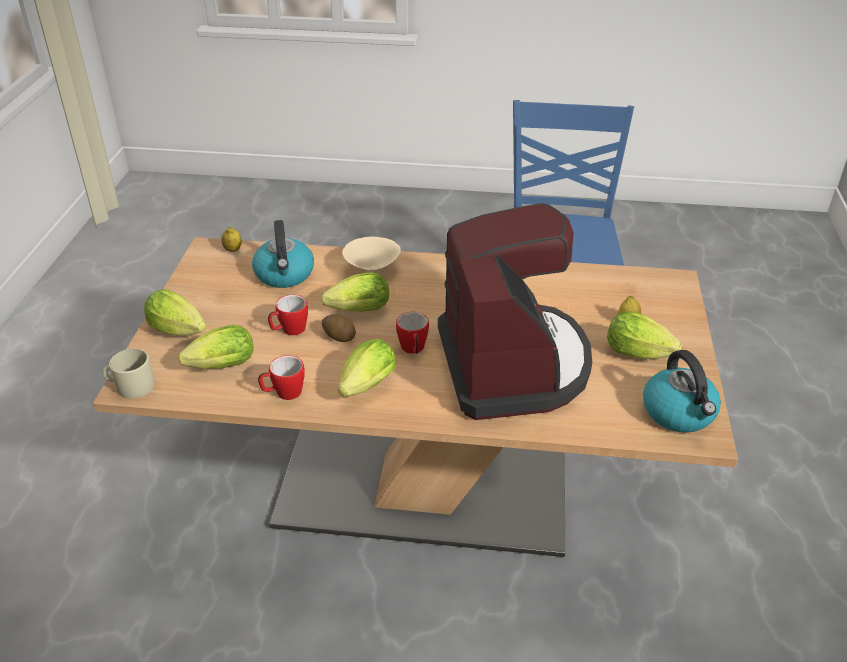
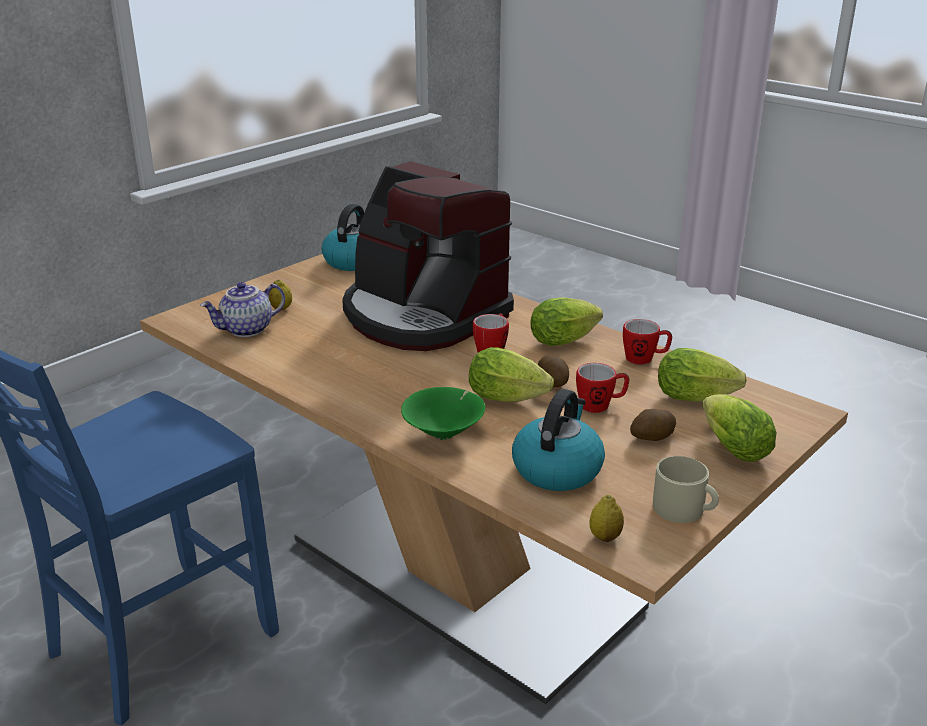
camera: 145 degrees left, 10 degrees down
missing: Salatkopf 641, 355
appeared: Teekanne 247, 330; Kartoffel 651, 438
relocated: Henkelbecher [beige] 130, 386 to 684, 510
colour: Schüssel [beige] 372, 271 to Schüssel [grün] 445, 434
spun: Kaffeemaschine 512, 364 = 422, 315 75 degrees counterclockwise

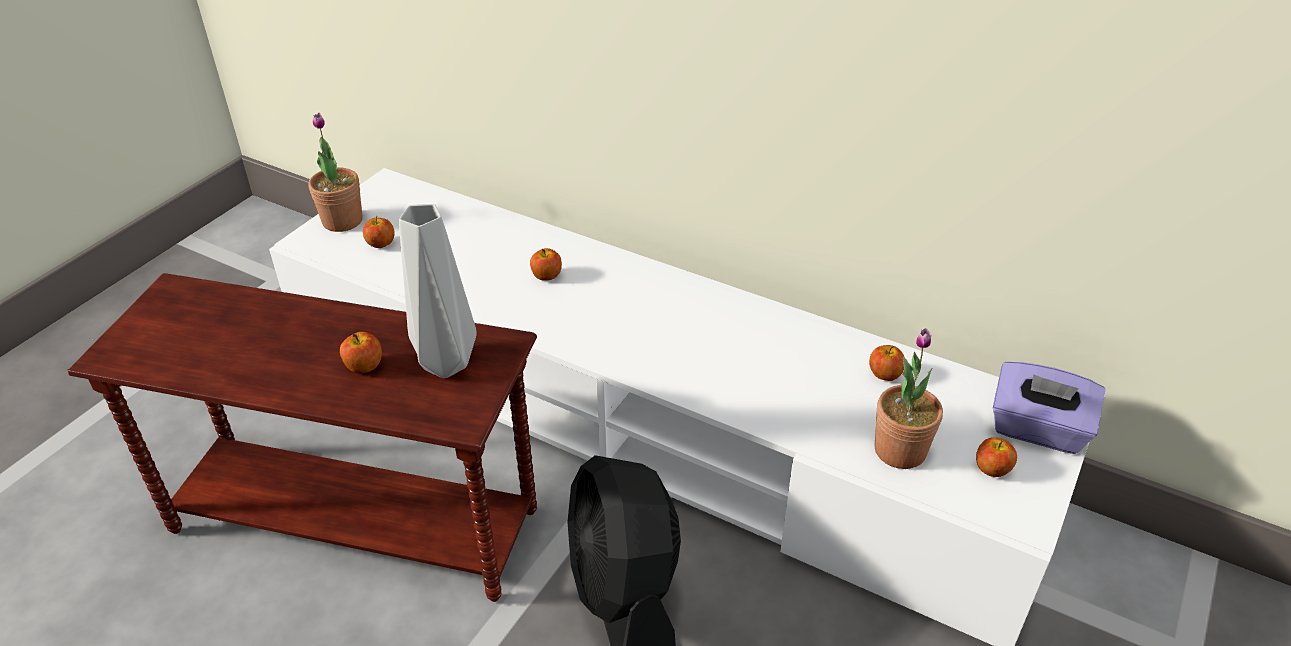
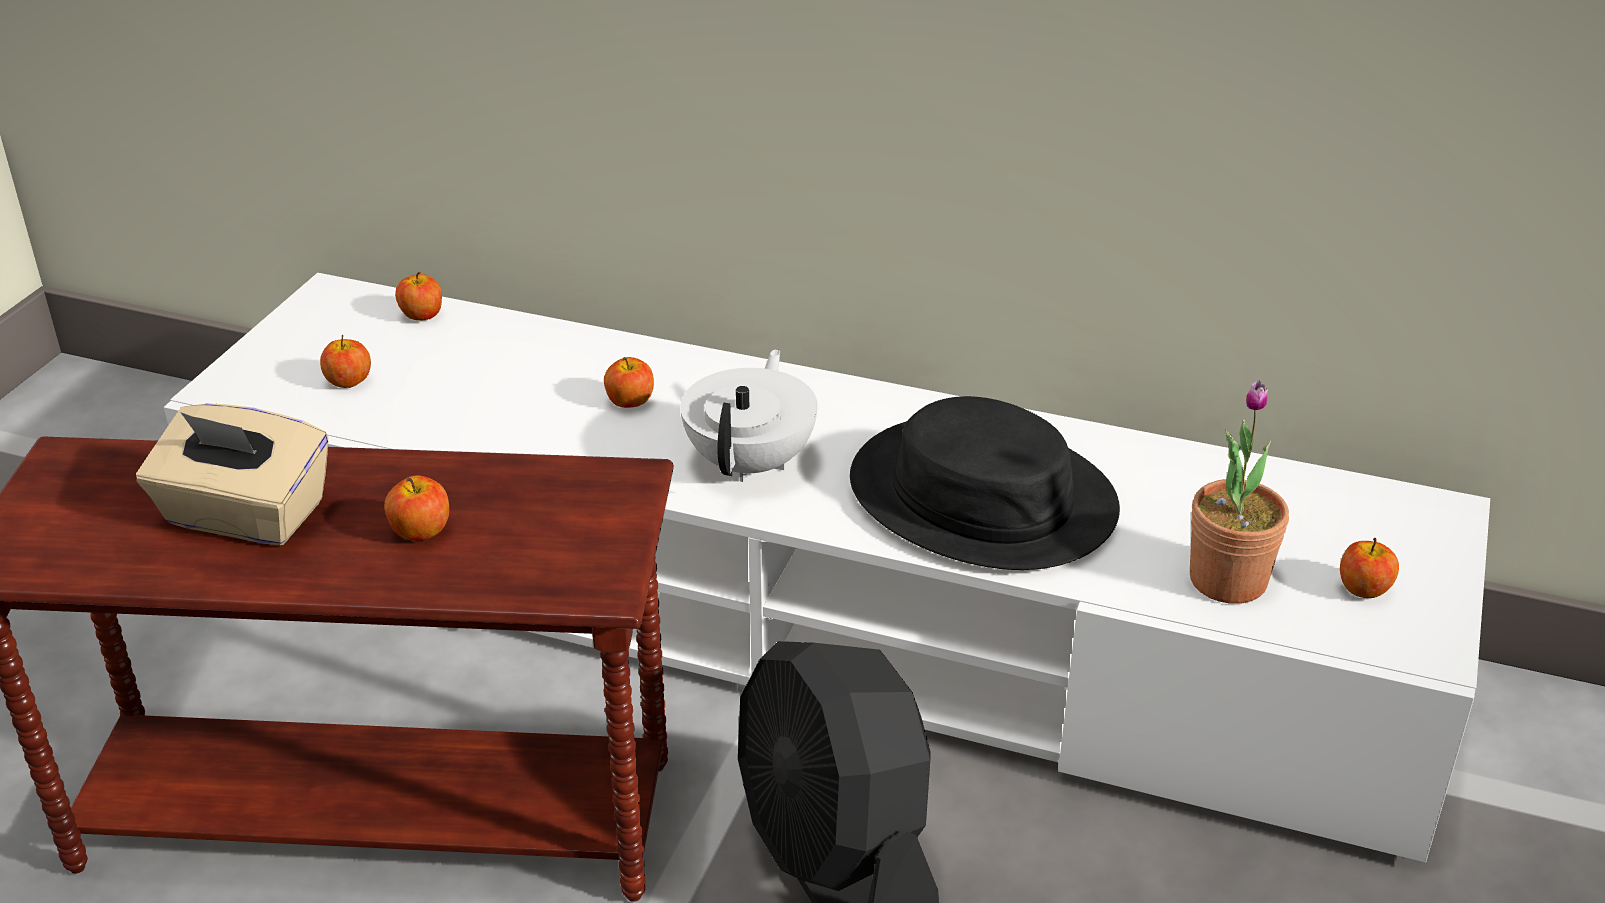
camera: 10 degrees left, 5 degrees down
missing: Topfpflanze 342, 221; Vase [grau] 443, 363; Taschentuchbox [lila] 1037, 430
appeared: Teekanne [weiß] 752, 462; Hut [schwarz] 983, 497; Taschentuchbox [beige] 244, 515
relocated: Apfel 884, 374 to 421, 315

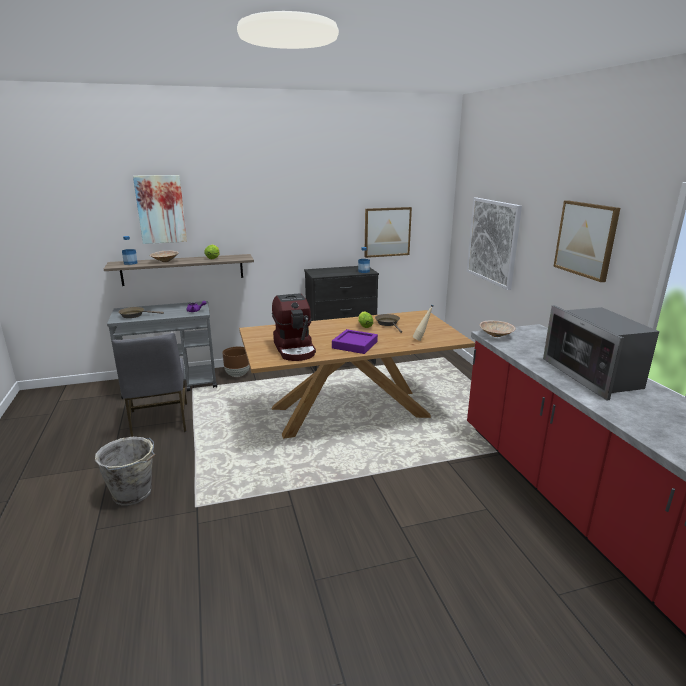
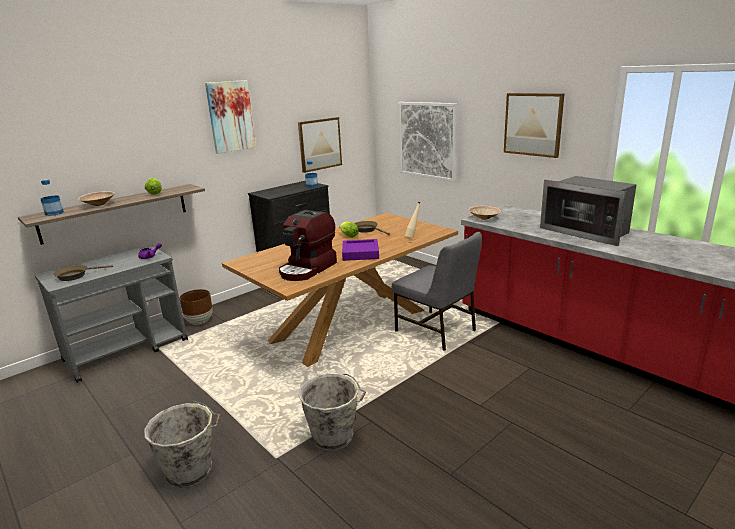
camera: 25 degrees left, 0 degrees up
appeared: Eimer [grau] 334, 437
relocated: Bild 161, 209 to 230, 116; Stuhl [grau] 159, 421 to 437, 331
spun: Kaffeemaschine 295, 349 = 308, 269 75 degrees clockwise

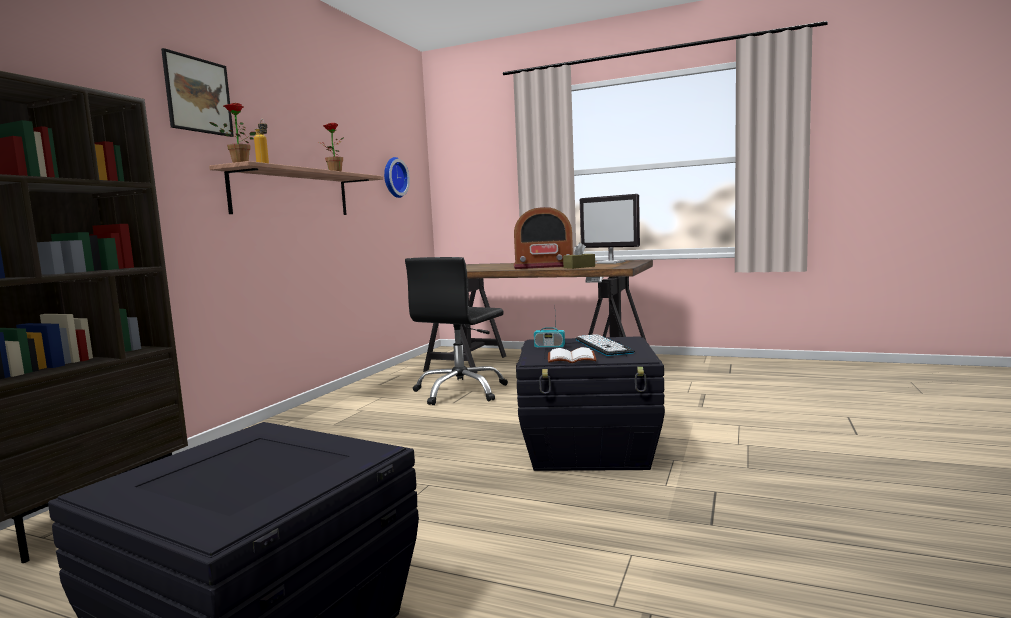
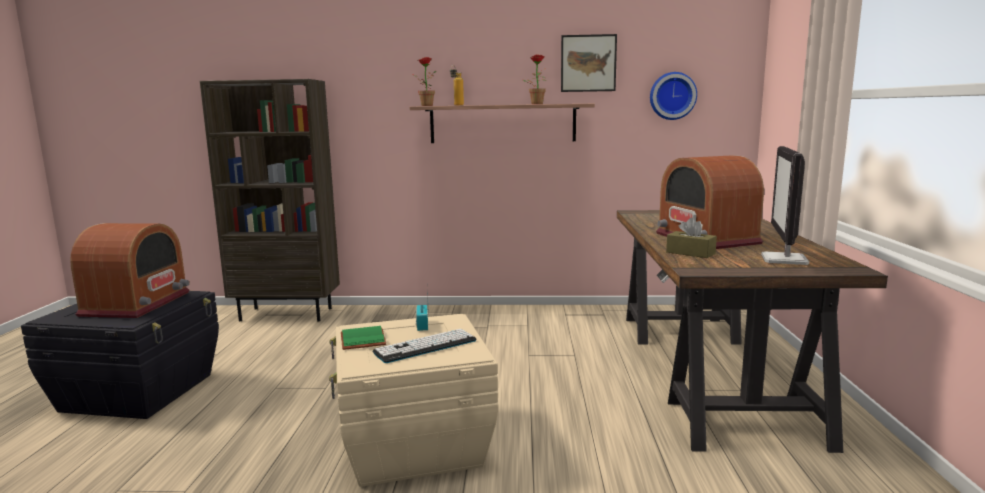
camera: 70 degrees right, 5 degrees up
missing: Bürostuhl [schwarz] 461, 392
appeared: Radio 137, 303
relocated: Bild 198, 95 to 588, 63
colour: Aufbewahrungsbox [schwarz] 590, 449 to Aufbewahrungsbox [beige] 413, 445; Buch [weiß] 570, 359 to Buch [grün] 361, 339

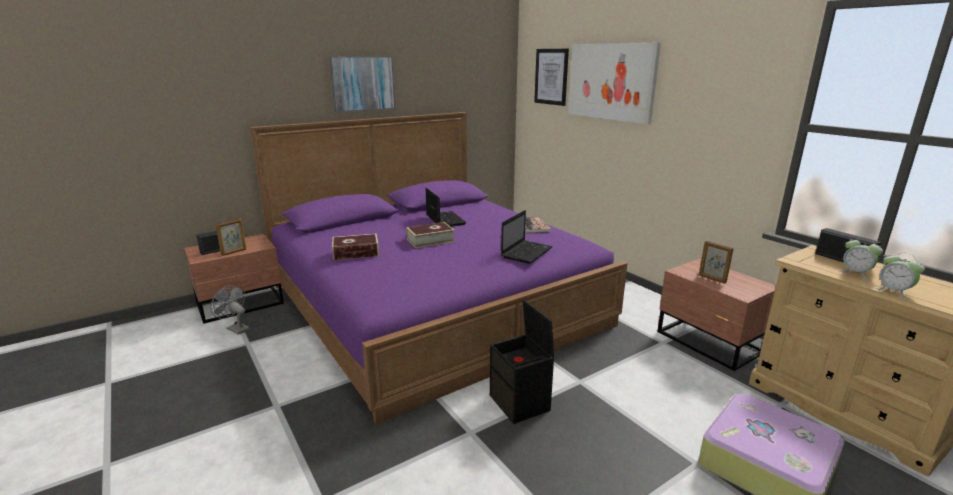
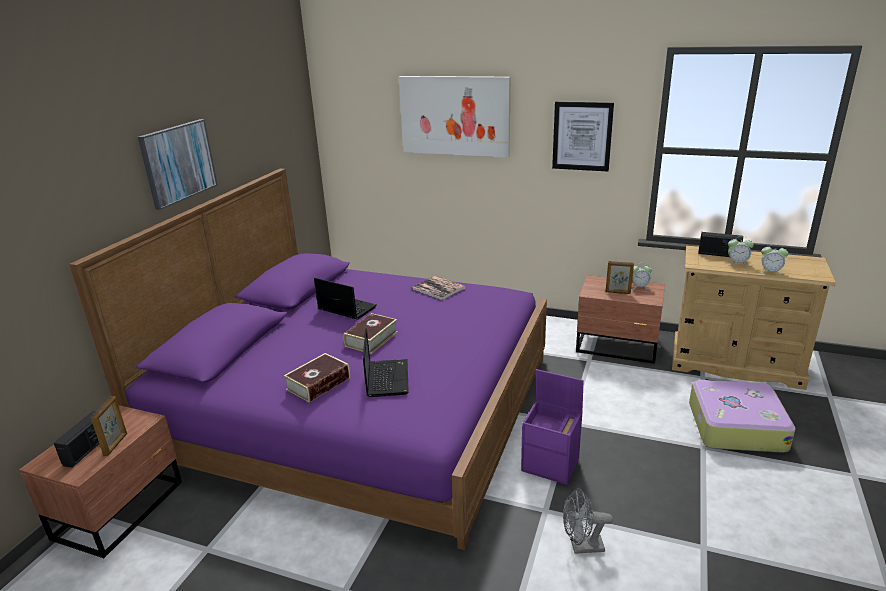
camera: 35 degrees left, 5 degrees up
appeared: Wecker 639, 287
relocated: Bild 551, 76 to 582, 136; Laptop 527, 252 to 387, 378; Ventilator [grau] 235, 328 to 582, 547
colour: Aufbewahrungsbox [schwarz] 520, 403 to Aufbewahrungsbox [lila] 551, 464

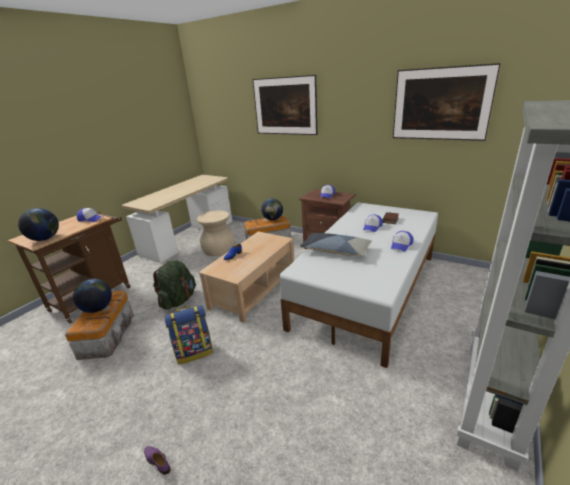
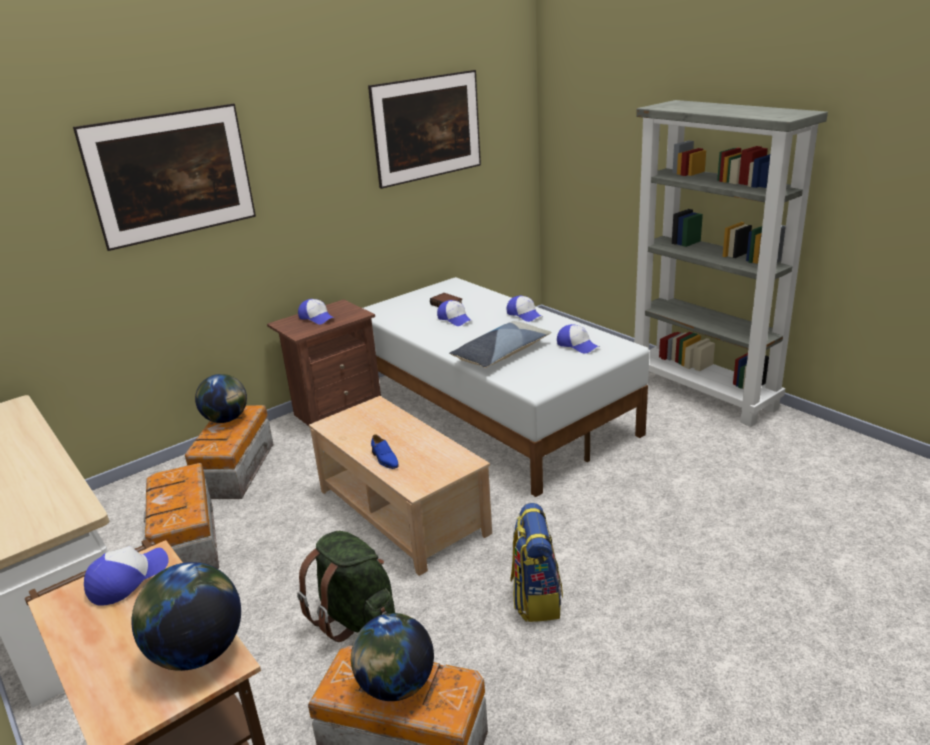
camera: 70 degrees left, 0 degrees up
missing: Schuh [lila] 157, 461
appeared: Kappe 577, 345
exchanged: Hocker [beige] 219, 249 to Aufbewahrungsbox 187, 543

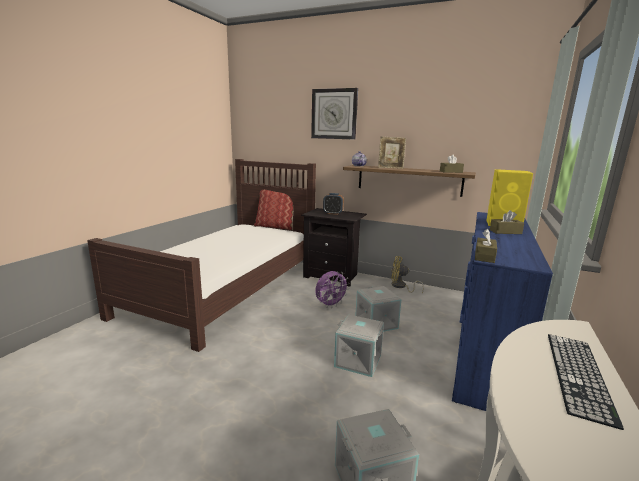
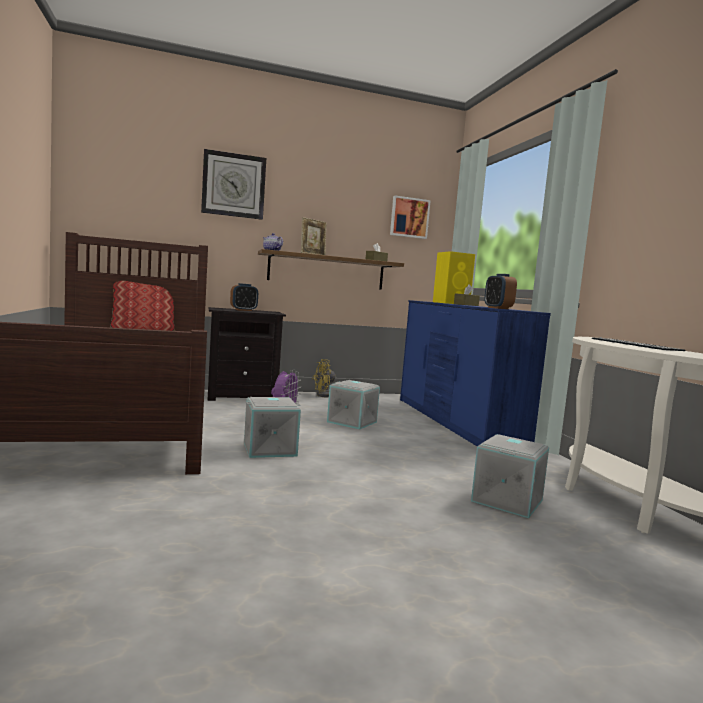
camera: 40 degrees left, 10 degrees down
appeared: Bild 409, 217
relocated: Aufbewahrungsbox [grau] 358, 360 to 270, 449
exchanged: Taschentuchbox [braun] 484, 256 to Wecker 498, 308

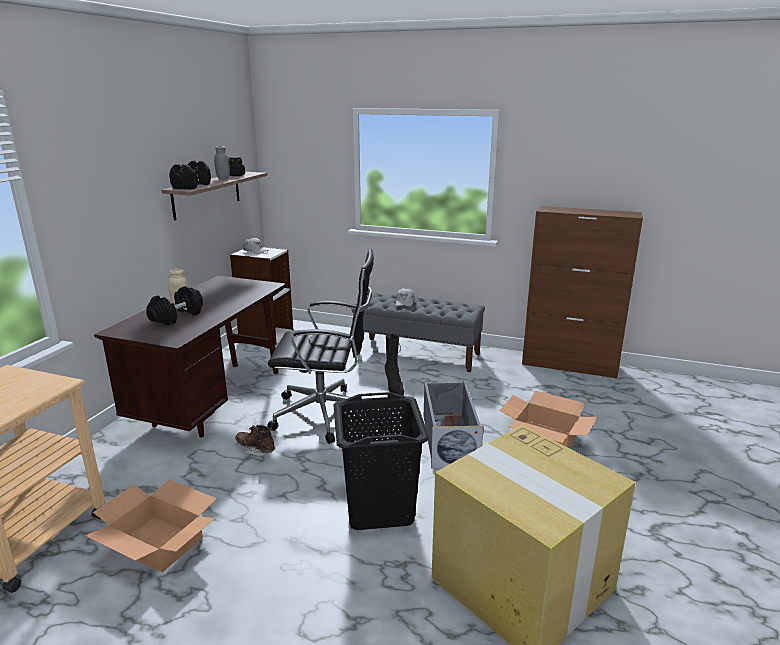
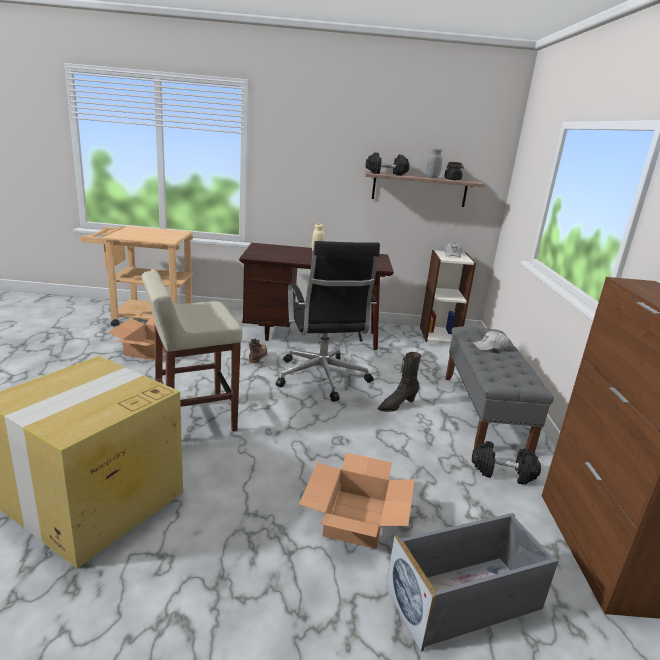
camera: 70 degrees right, 0 degrees up
relocated: Hantel [schwarz] 177, 317 to 502, 473; Aufbewahrungsbox [grau] 448, 440 to 464, 598
exchanged: Wäschekorb [schwarz] 379, 508 to Hocker [beige] 193, 418

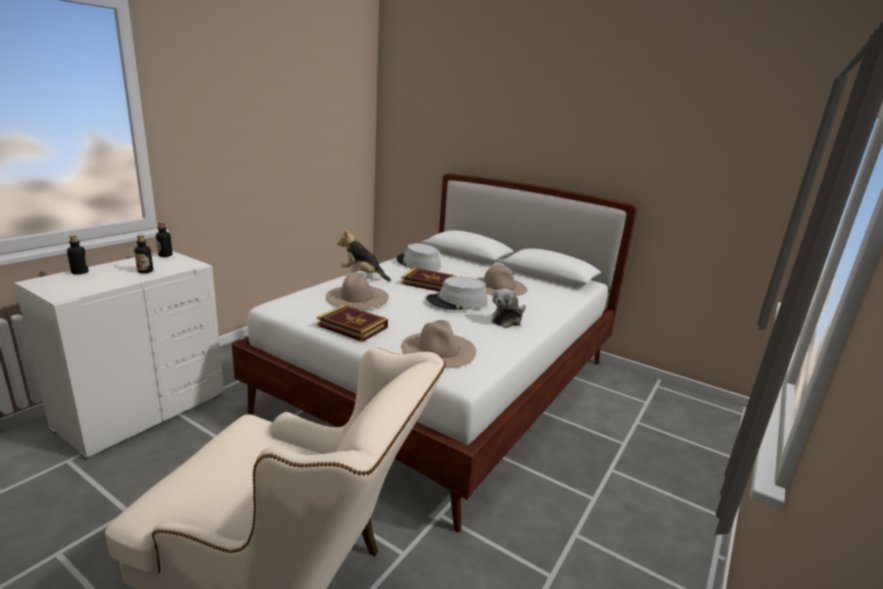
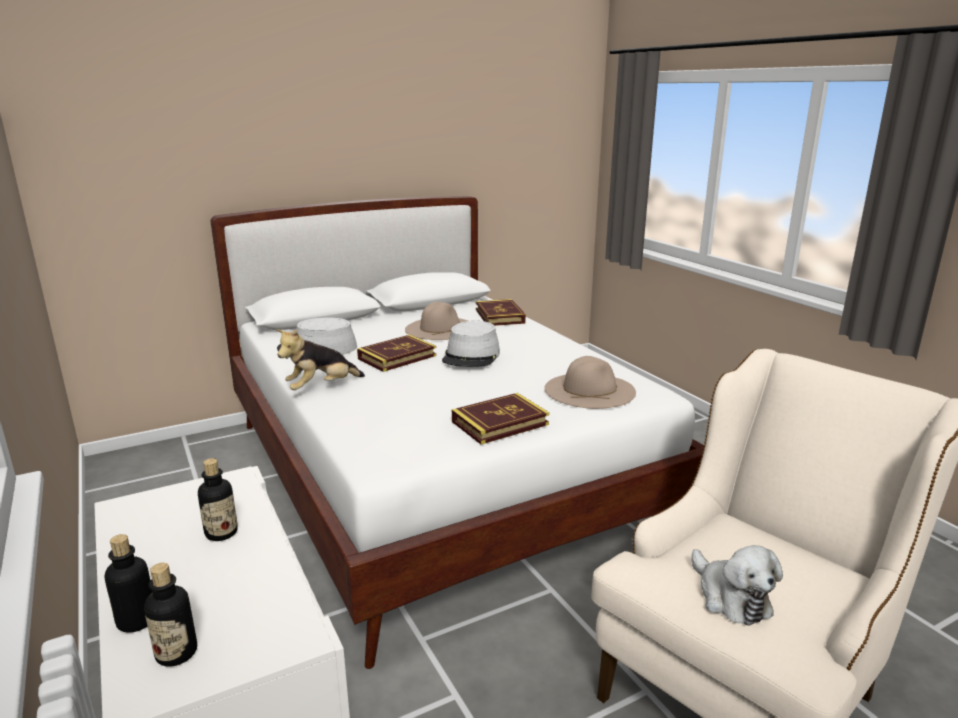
camera: 60 degrees left, 0 degrees up
missing: Hut [beige] 357, 297
appeared: Buch 499, 316
relocated: Flasche 165, 255 to 176, 653; Plüschtier 508, 319 to 730, 597

